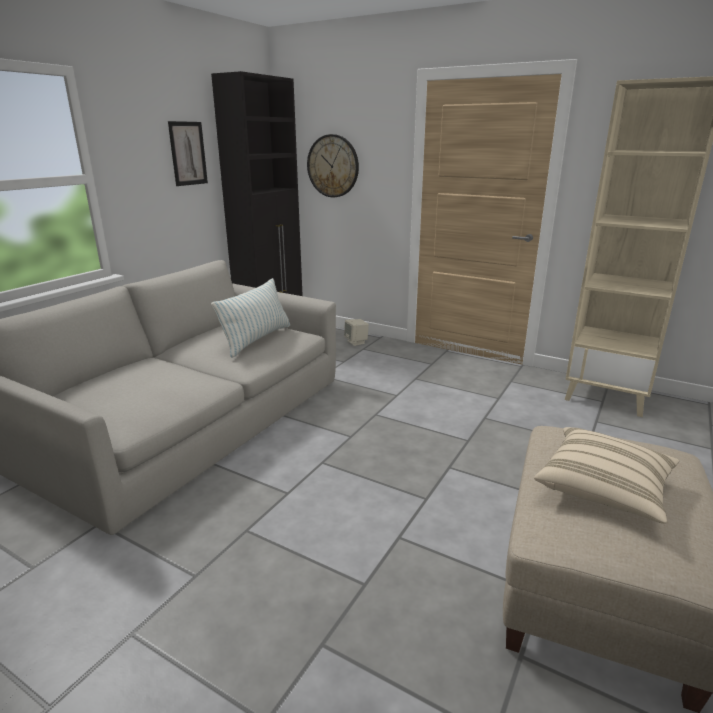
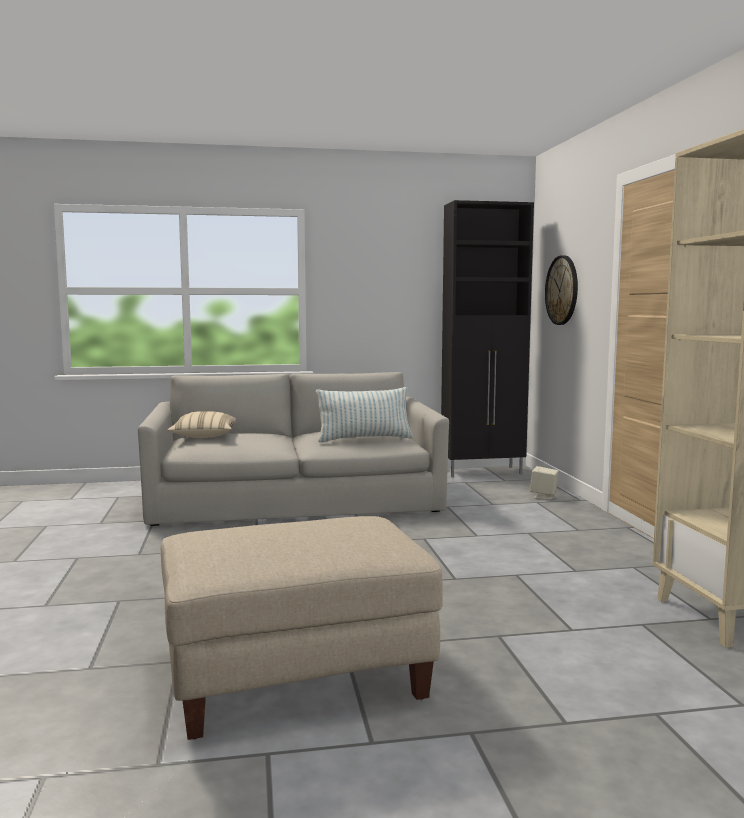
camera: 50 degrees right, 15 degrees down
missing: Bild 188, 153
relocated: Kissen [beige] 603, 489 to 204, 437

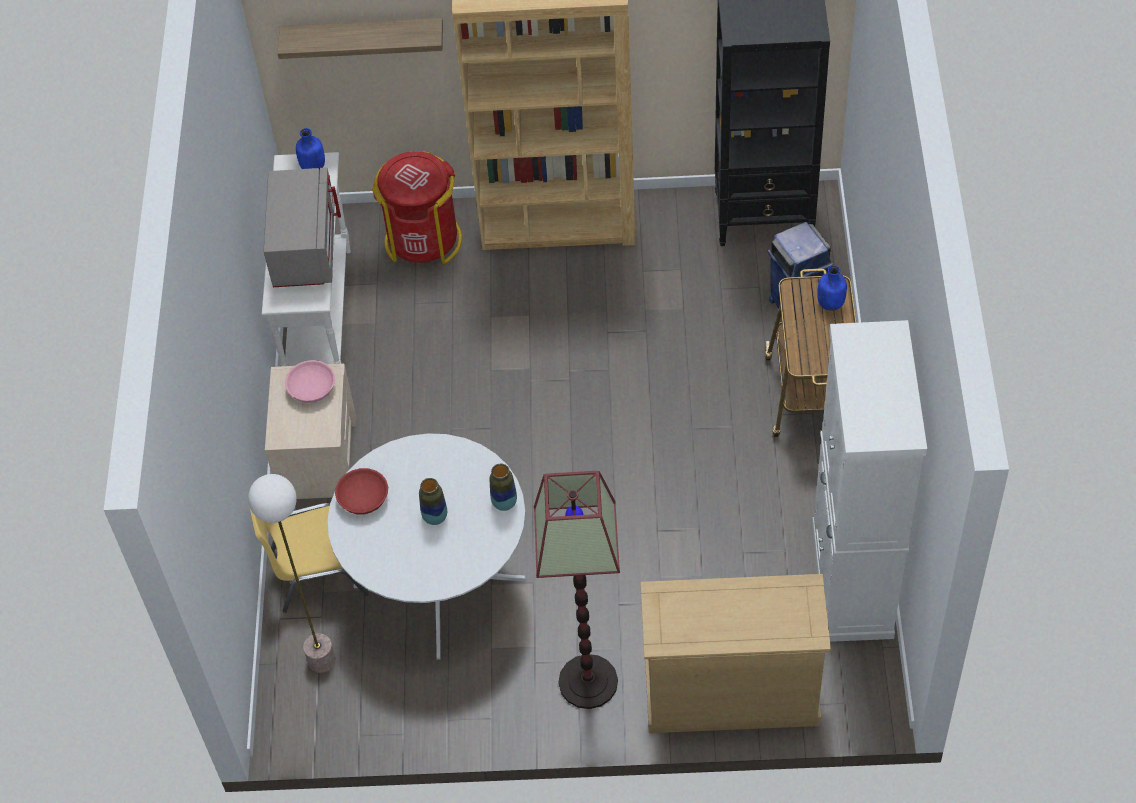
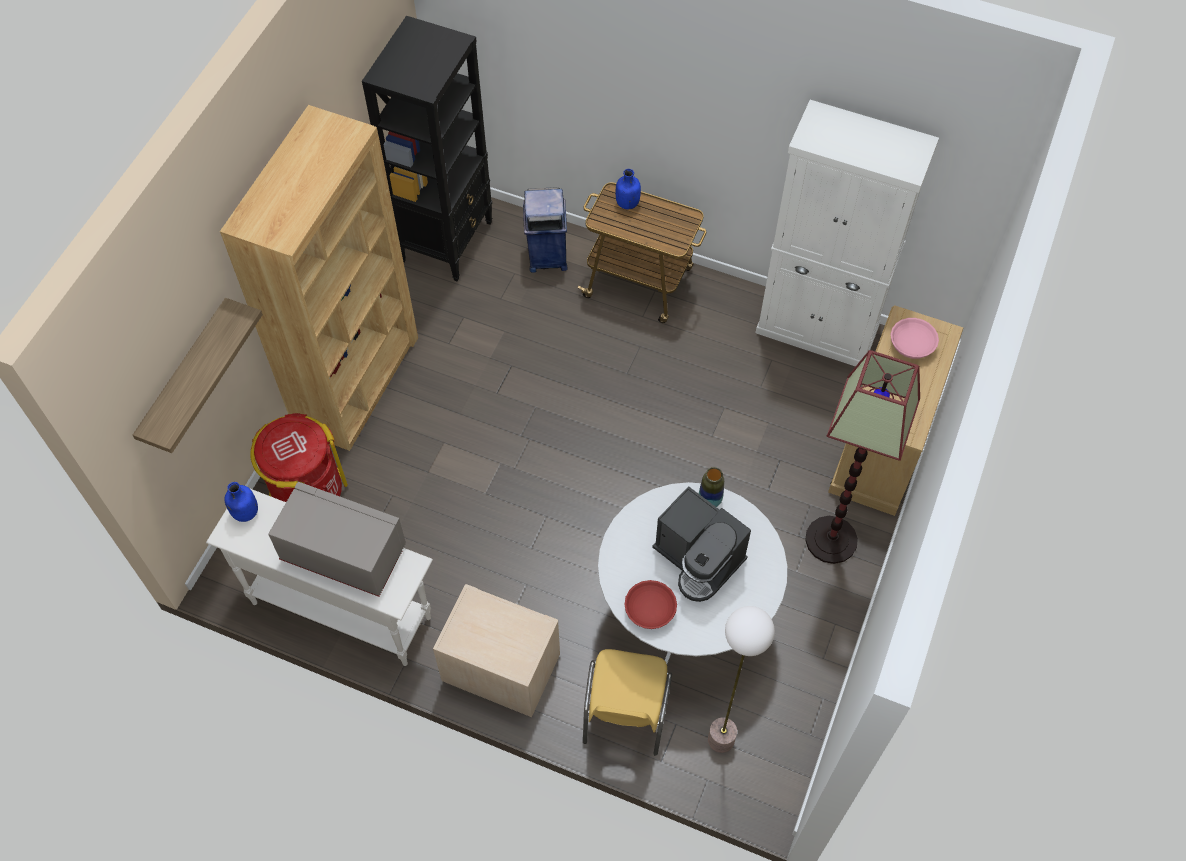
camera: 70 degrees left, 5 degrees up
relocated: Schüssel [rosa] 312, 388 to 912, 344
exchanged: Vase 435, 517 to Kaffeemaschine 699, 559

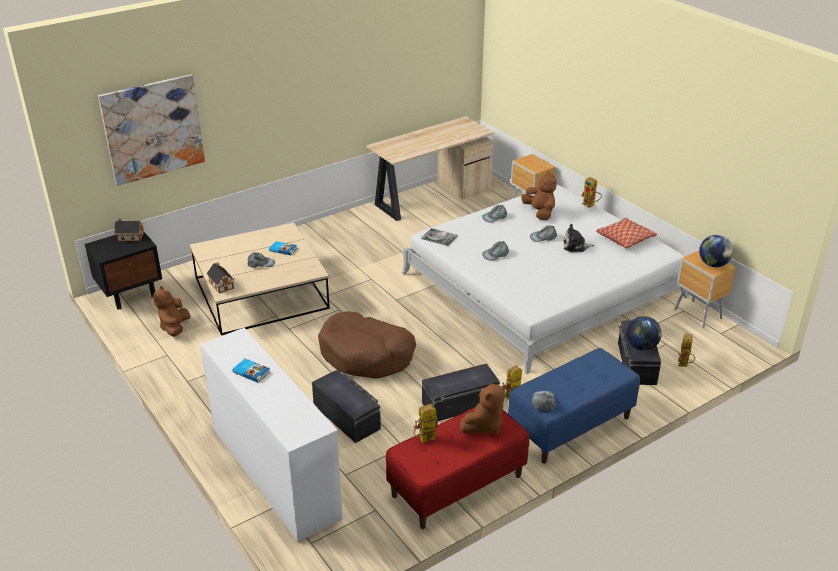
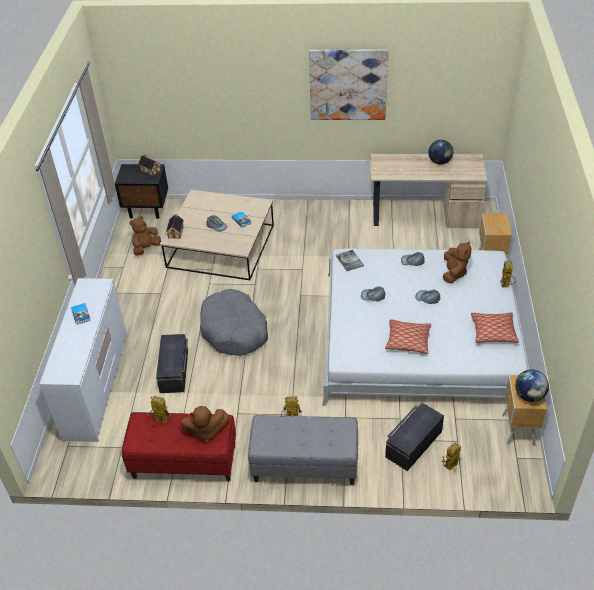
camera: 40 degrees right, 10 degrees up
missing: Plüschtier 575, 246; Aufbewahrungsbox [schwarz] 460, 404; Kappe [grau] 543, 402
appeared: Kissen 408, 341
relocated: Bild 153, 129 to 348, 85; Globus 641, 346 to 440, 162
colour: Hundebett [braun] 366, 355 to Hundebett [grau] 234, 330; Bank [blau] 570, 426 to Bank [grau] 304, 465

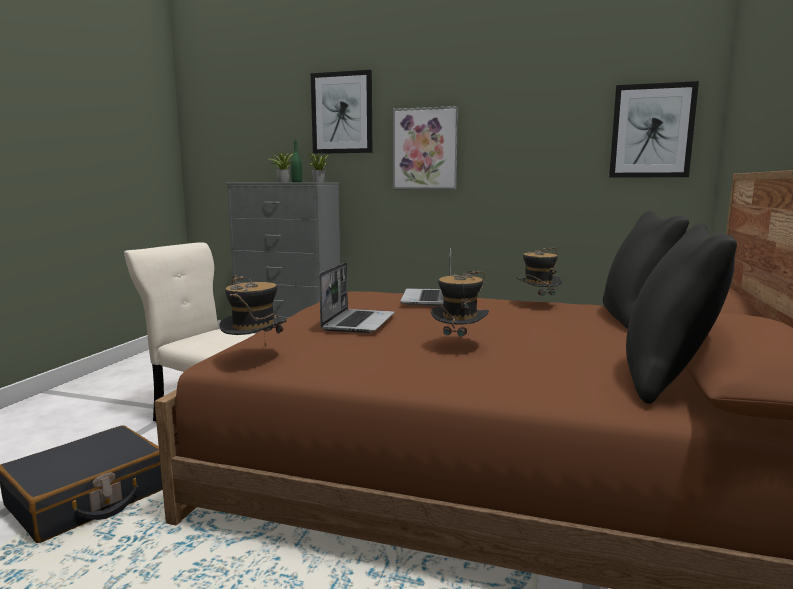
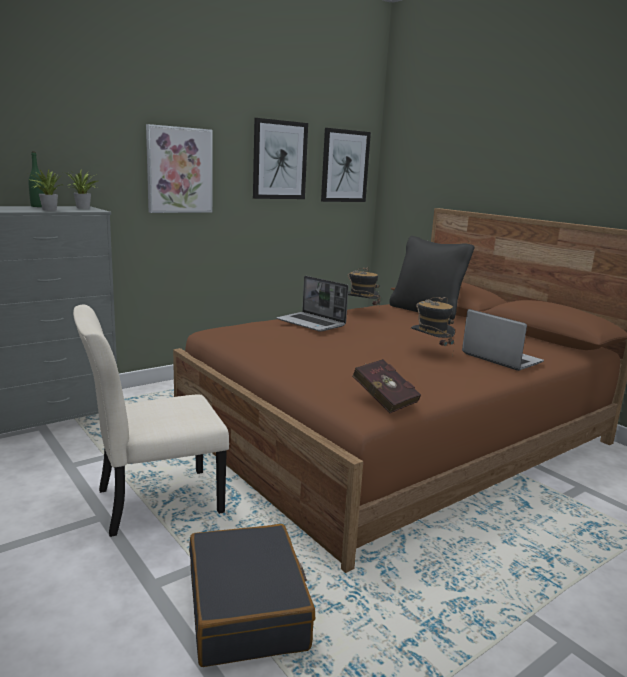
camera: 55 degrees left, 5 degrees up
missing: Kissen [schwarz] 666, 380
relocated: Bild 342, 113 to 279, 160; Laptop 358, 322 to 500, 358
exchanged: Hut 255, 357 to Buch [rot] 383, 399

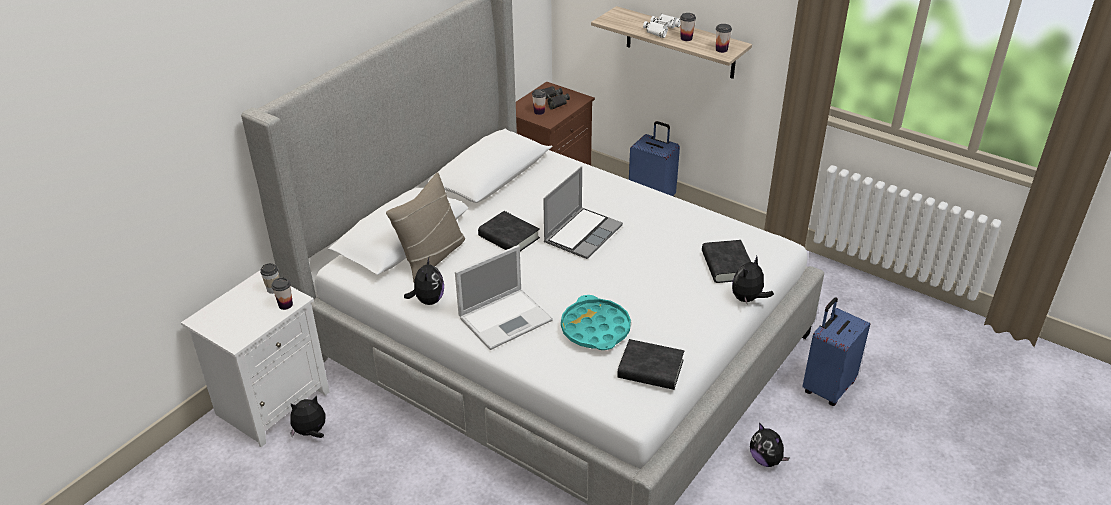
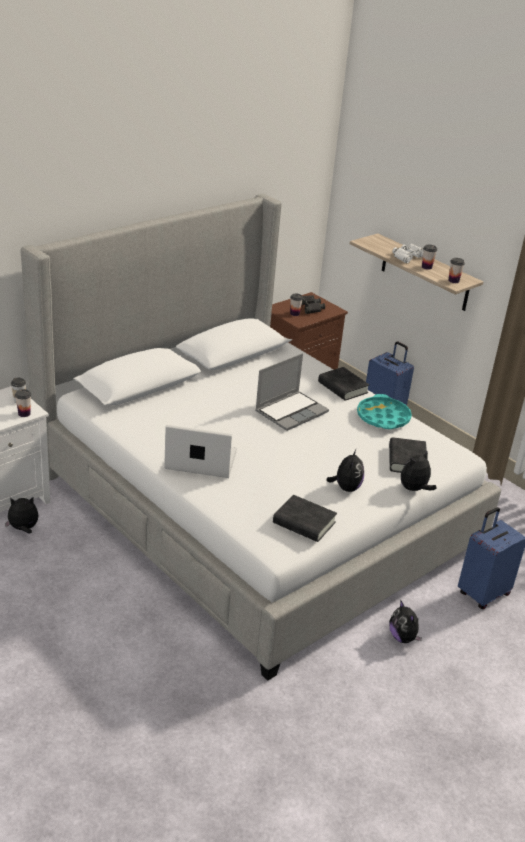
camera: 10 degrees right, 5 degrees down
missing: Kissen [beige] 431, 257
relocated: Buch [schwarz] 509, 237 to 342, 387; Plüschtier 428, 300 to 346, 488; Tablett [türkis] 595, 329 to 383, 417
spun: Laptop 506, 318 = 199, 460 150 degrees counterclockwise

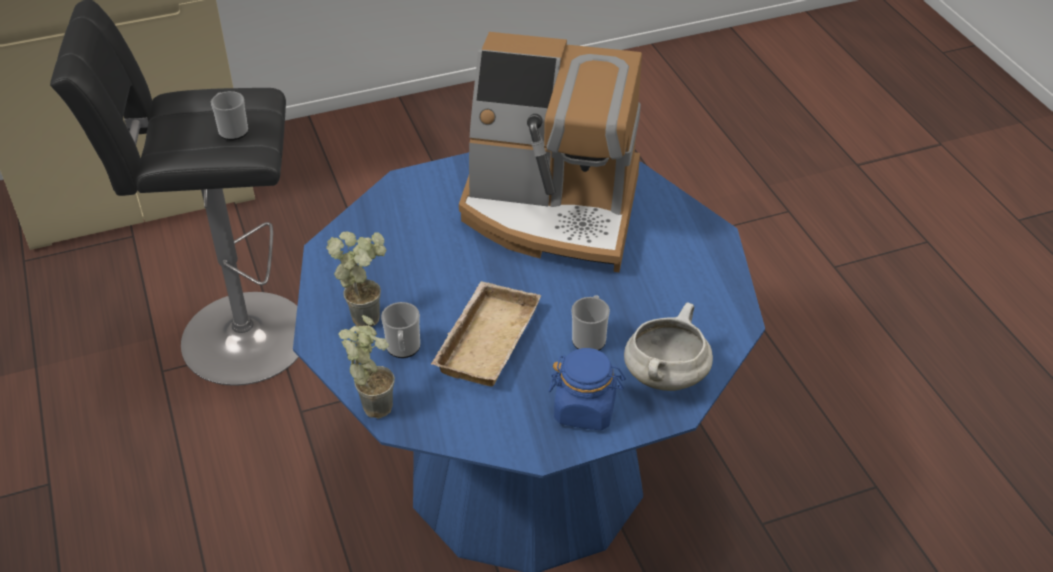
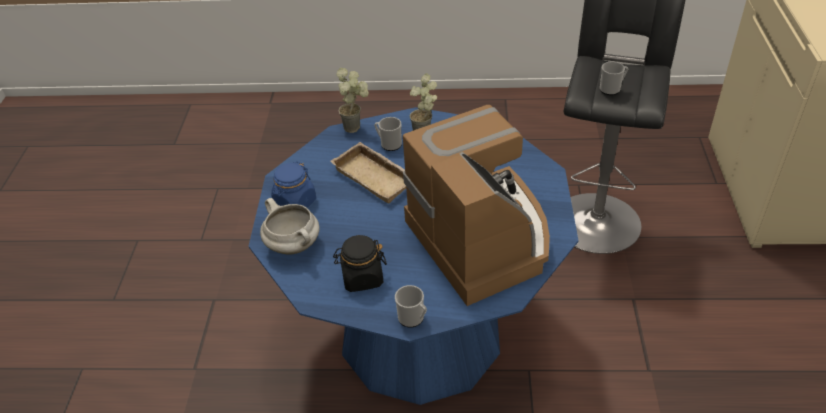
camera: 115 degrees right, 0 degrees up
appeared: Vorratsglas [schwarz] 362, 277
relocated: Henkelbecher 590, 337 to 413, 319
spun: Kaffeemaschine 552, 210 = 483, 238 120 degrees clockwise

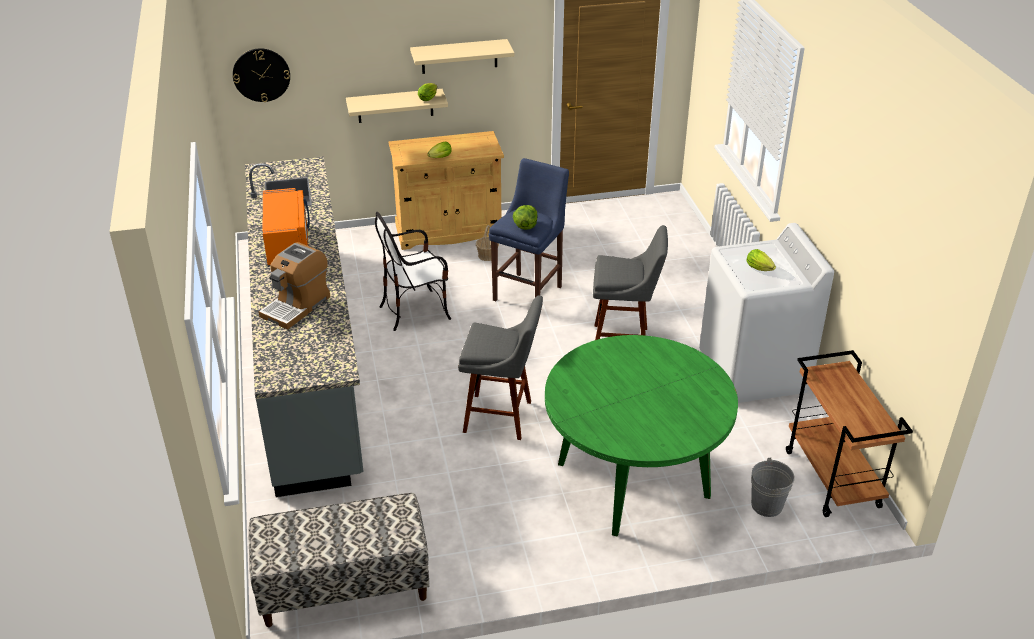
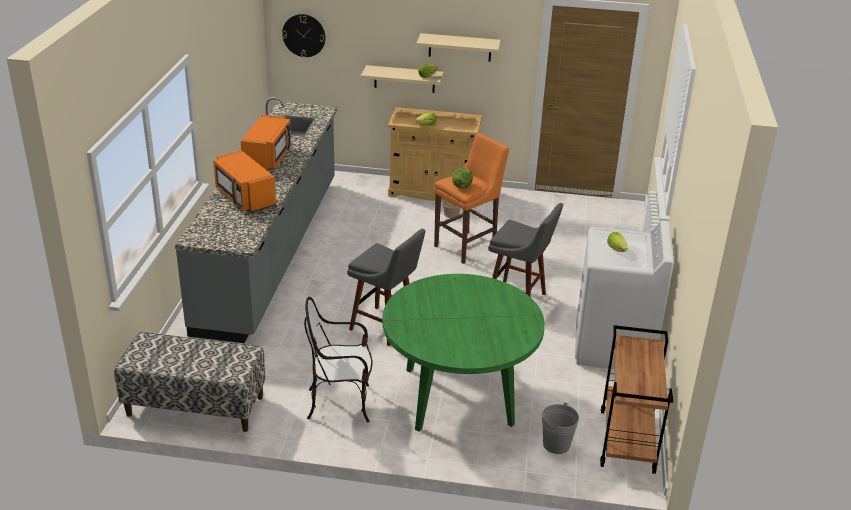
camera: 20 degrees right, 5 degrees down
relocated: Stuhl 415, 311 to 340, 403
exchanged: Kaffeemaschine 296, 306 to Mikrowelle [orange] 244, 197
colour: Hocker [blau] 529, 291 to Hocker [orange] 467, 246

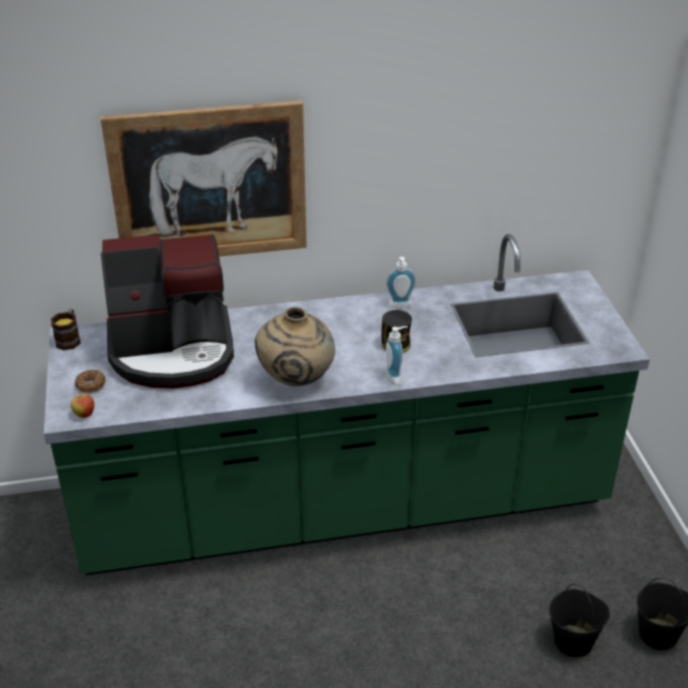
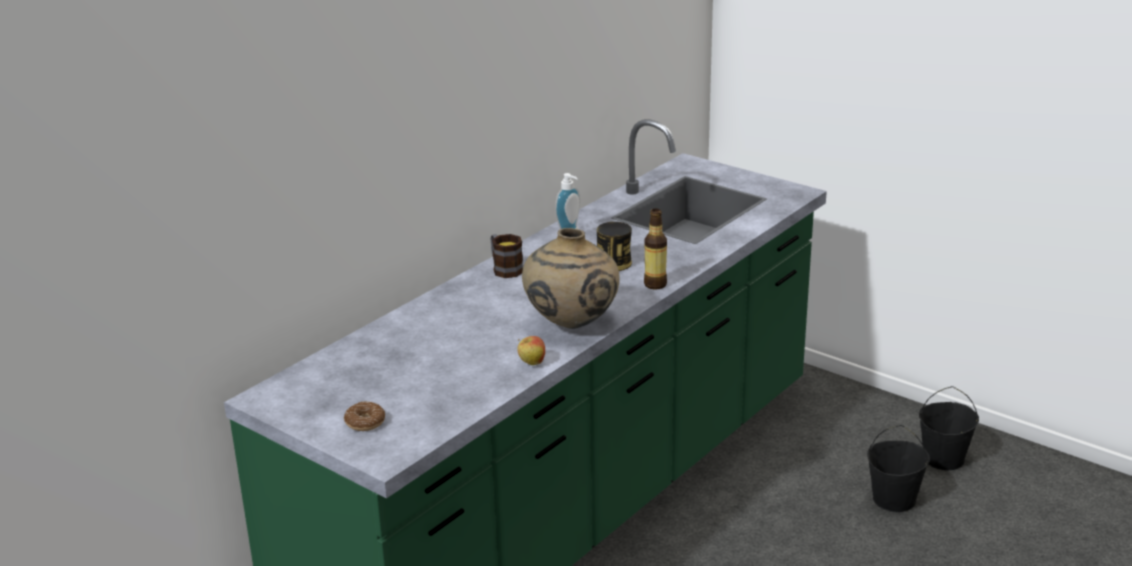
camera: 40 degrees left, 10 degrees down
missing: Bild 209, 184; Kaffeemaschine 173, 351
relocated: Henkelbecher 69, 339 to 504, 268; Apfel 84, 414 to 531, 363
exchanged: Seifenspender 396, 377 to Flasche 655, 284

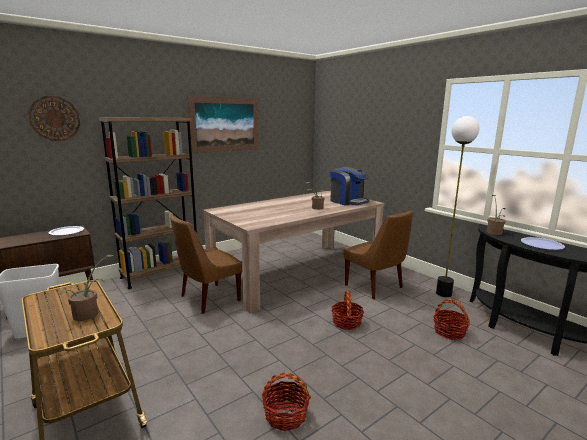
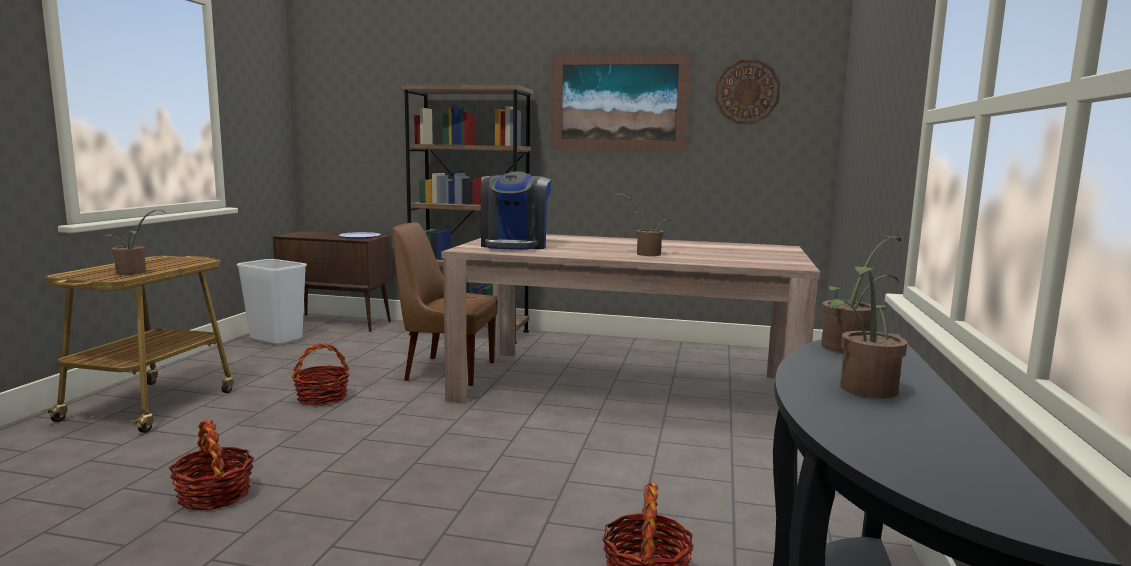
camera: 50 degrees right, 5 degrees down
missing: Stehlampe 443, 293; Stuhl [braun] 375, 287
relocated: Wanduhr 55, 118 to 747, 92; Kaffeemaschine 348, 201 to 515, 245; Korb 346, 322 to 322, 398
exchanged: Teller 541, 244 to Topfpflanze 864, 390

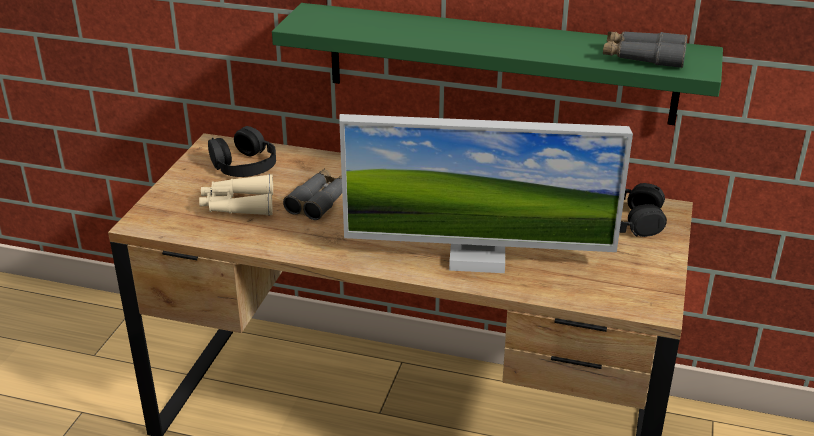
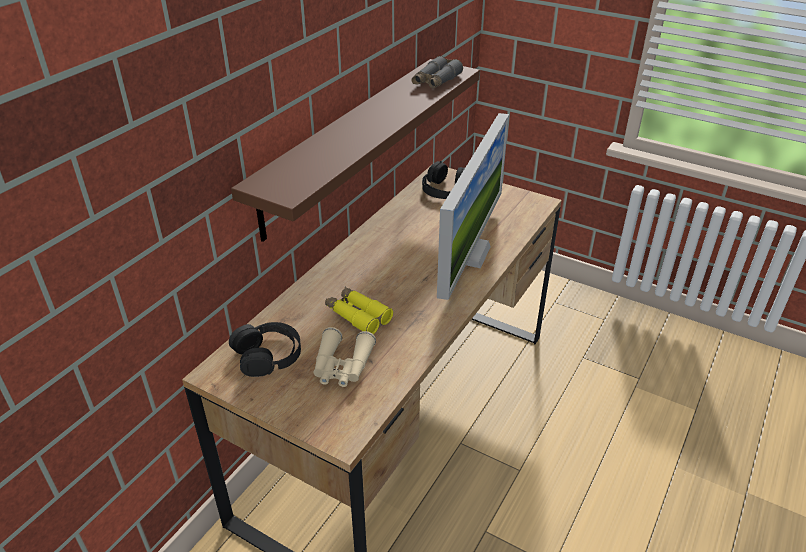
camera: 75 degrees left, 5 degrees up
colour: Wandregal [grün] 499, 63 to Wandregal [braun] 348, 144; Fernglas [grau] 320, 200 to Fernglas [gelb] 358, 315

